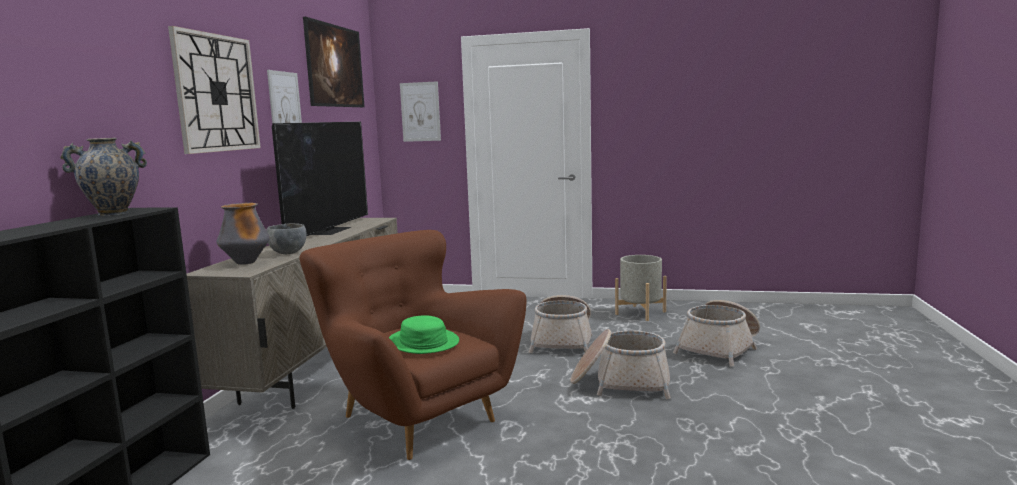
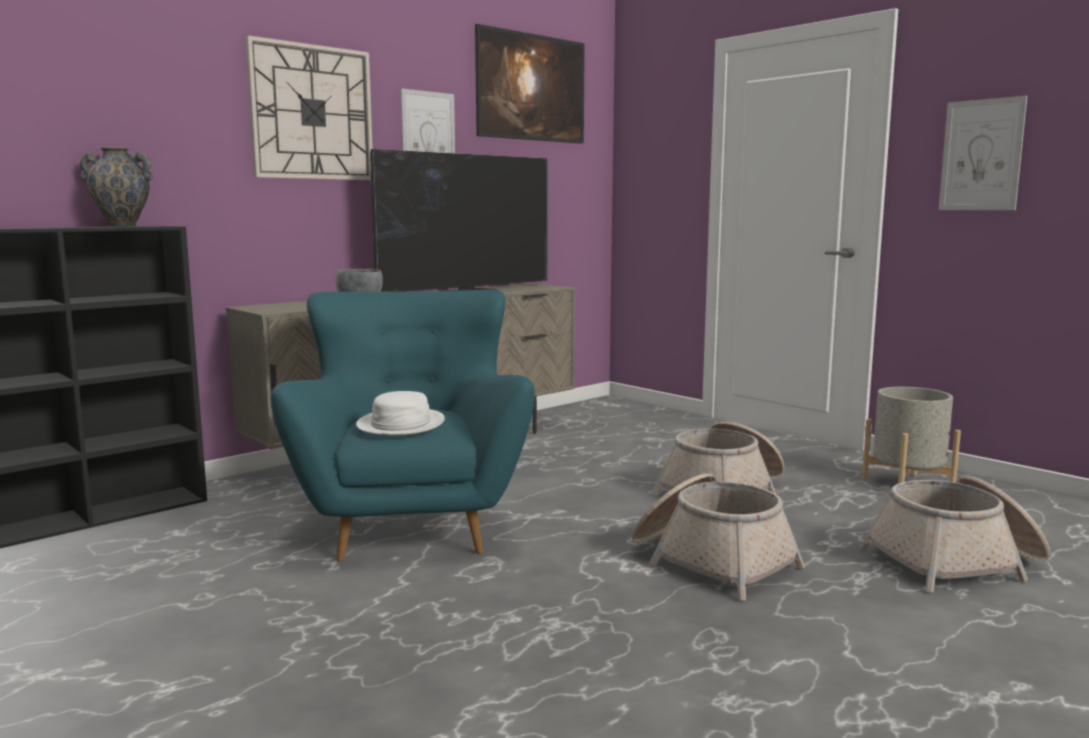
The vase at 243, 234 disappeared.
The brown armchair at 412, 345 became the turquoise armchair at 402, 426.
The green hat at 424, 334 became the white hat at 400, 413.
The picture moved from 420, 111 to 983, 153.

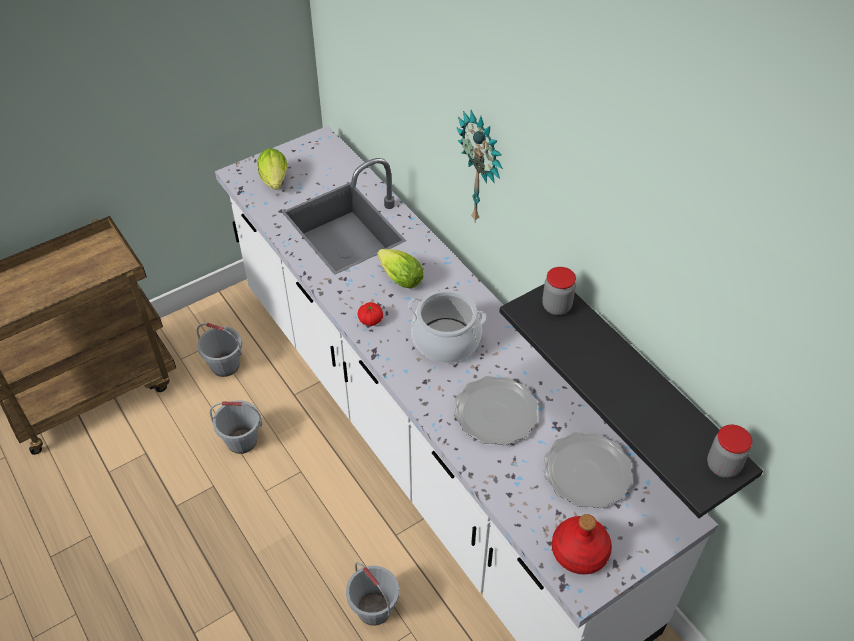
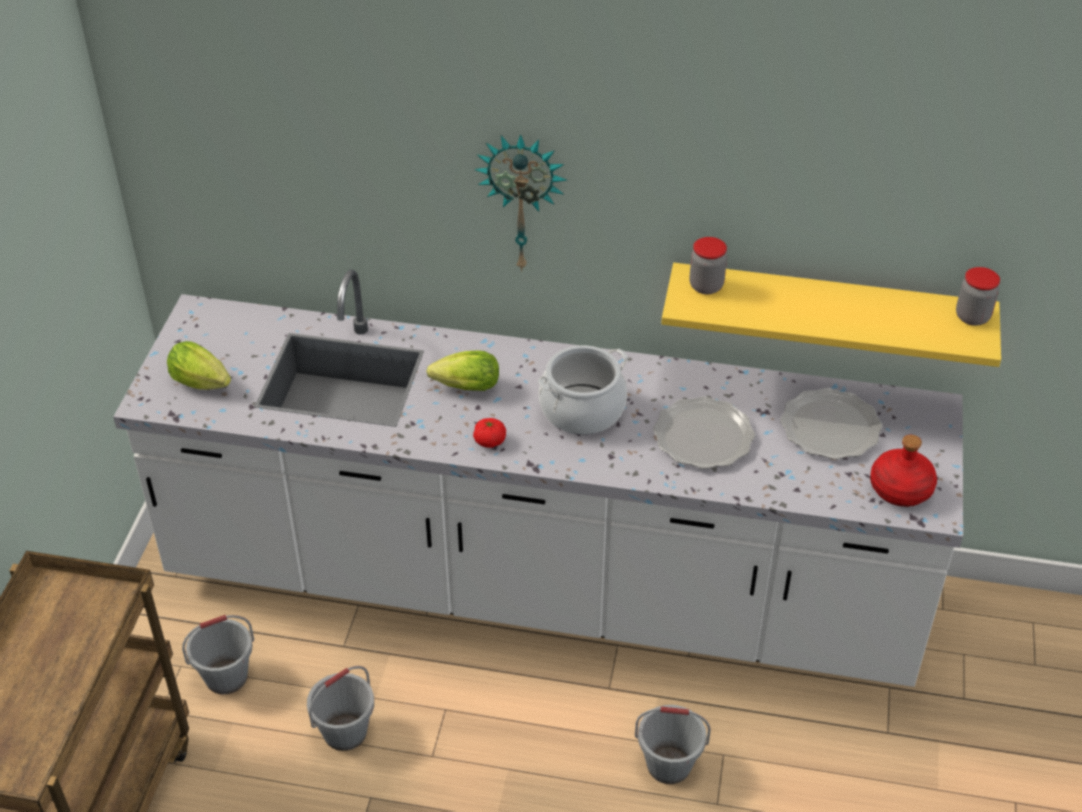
The black shelf at 631, 401 became the yellow shelf at 831, 315.

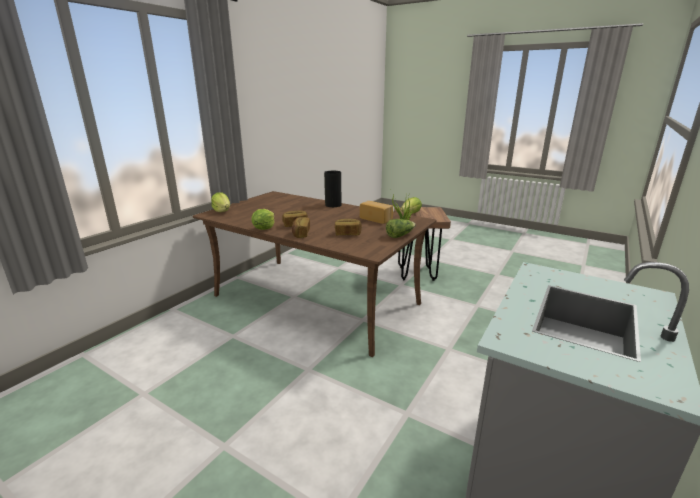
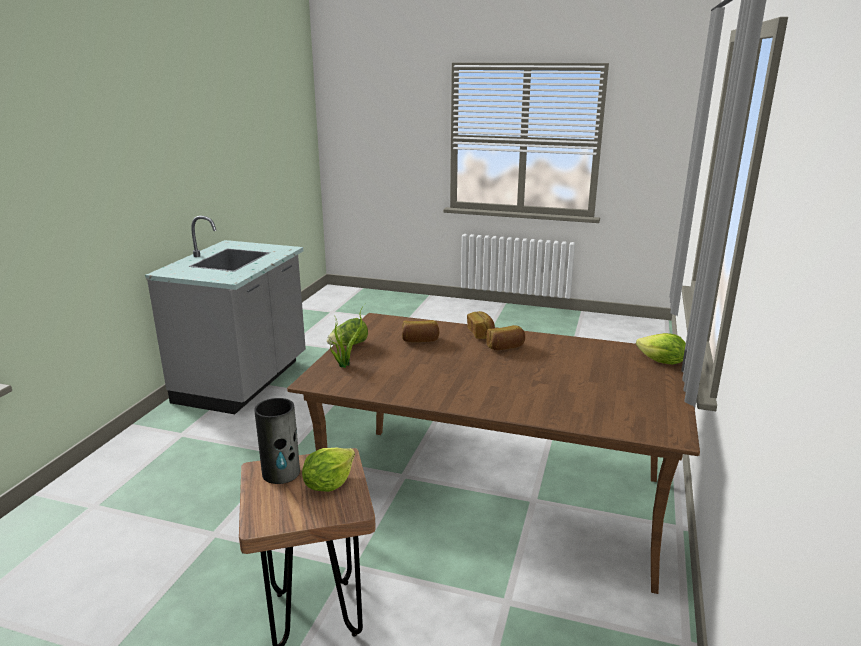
The lettuce at 262, 219 disappeared.
The vase moved from 332, 189 to 277, 441.
The bread at 376, 212 disappeared.

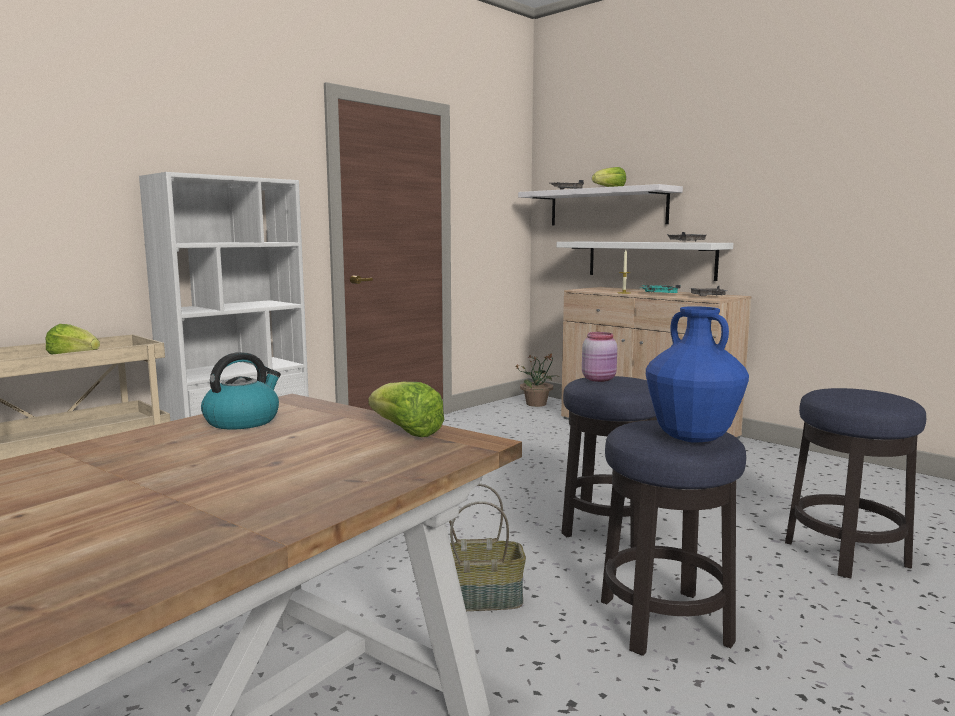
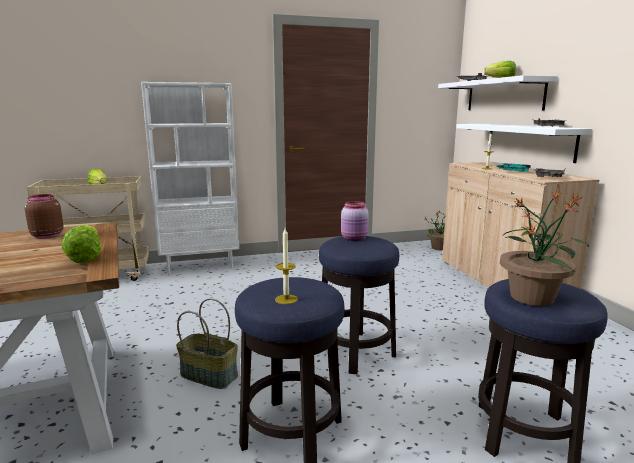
The kettle at 241, 390 was replaced by the brown jar at 44, 216.
The blue vase at 697, 374 was replaced by the candle at 286, 266.
The potted plant at 544, 248 appeared.

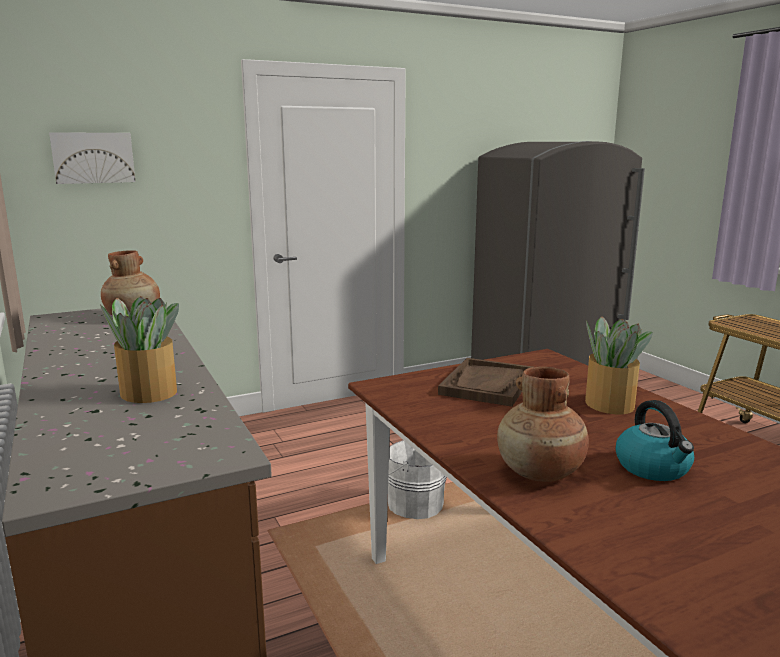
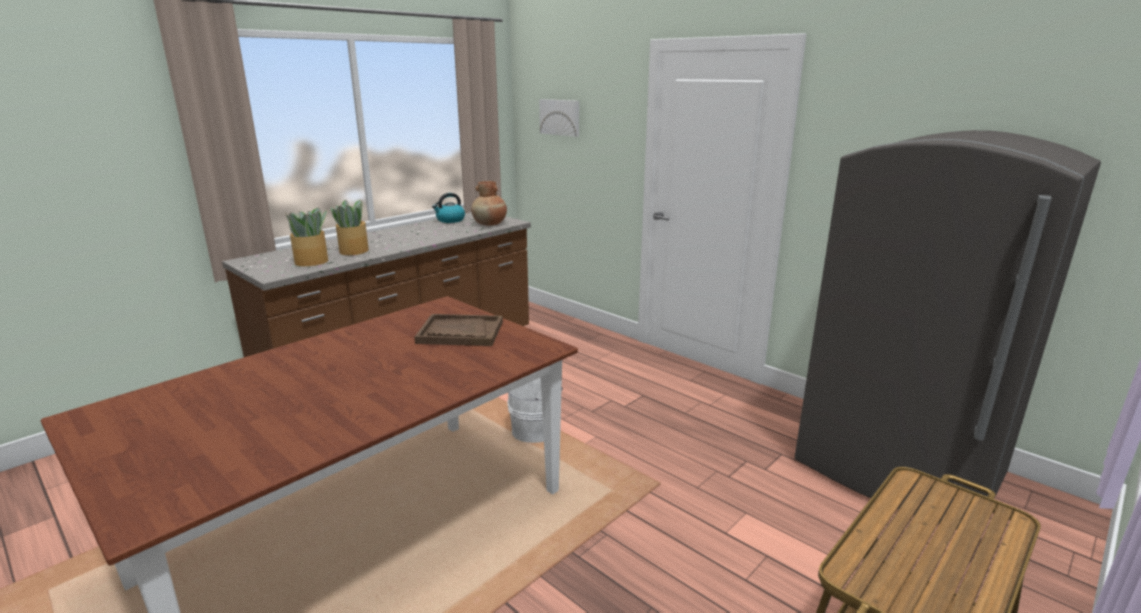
The brown vase at 543, 424 disappeared.
The potted plant moved from 619, 365 to 306, 236.
The kettle moved from 655, 440 to 448, 208.

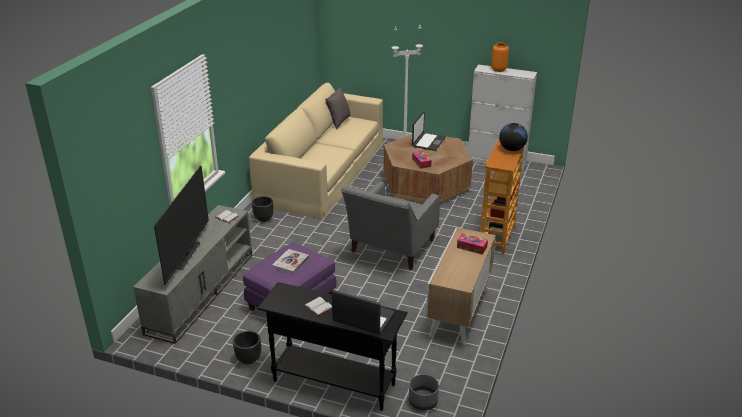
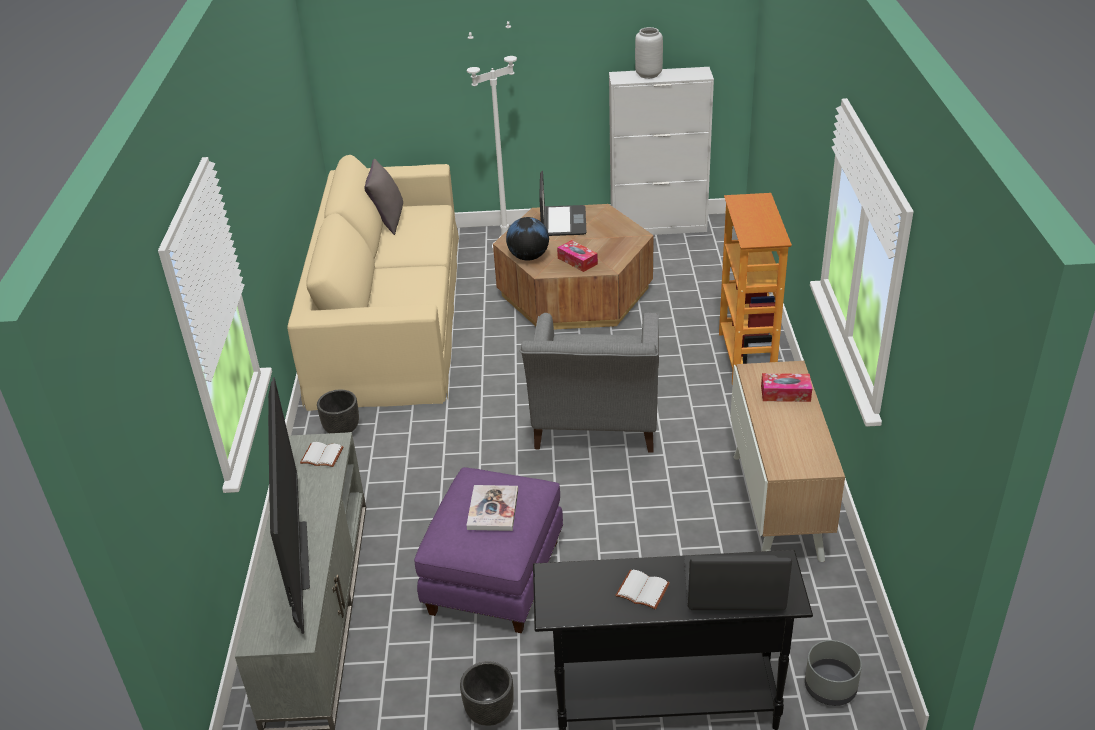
The orange vase at 500, 57 became the grey vase at 649, 53.
The globe moved from 513, 137 to 527, 239.

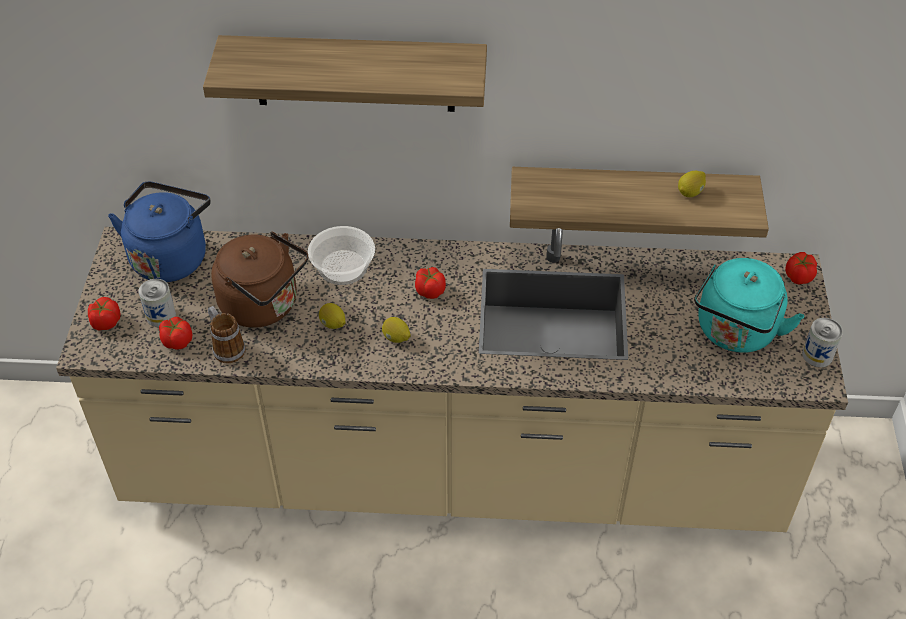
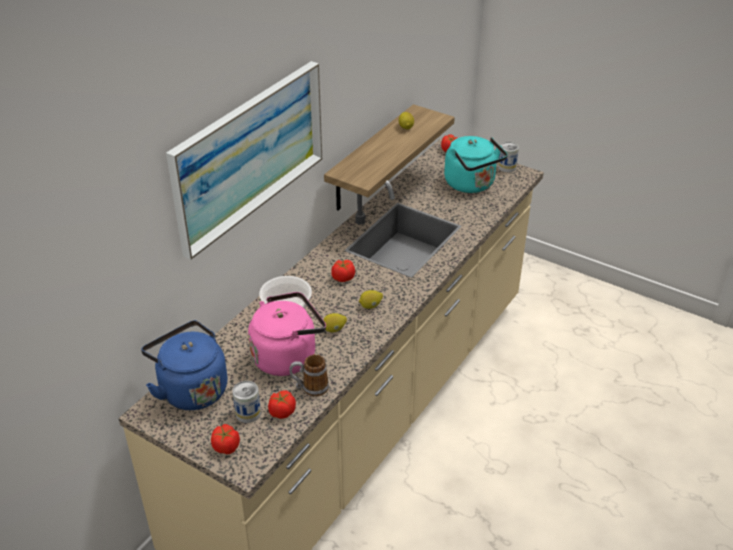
The shelf at 345, 73 was replaced by the picture at 244, 160.
The brown kettle at 259, 280 became the pink kettle at 287, 334.

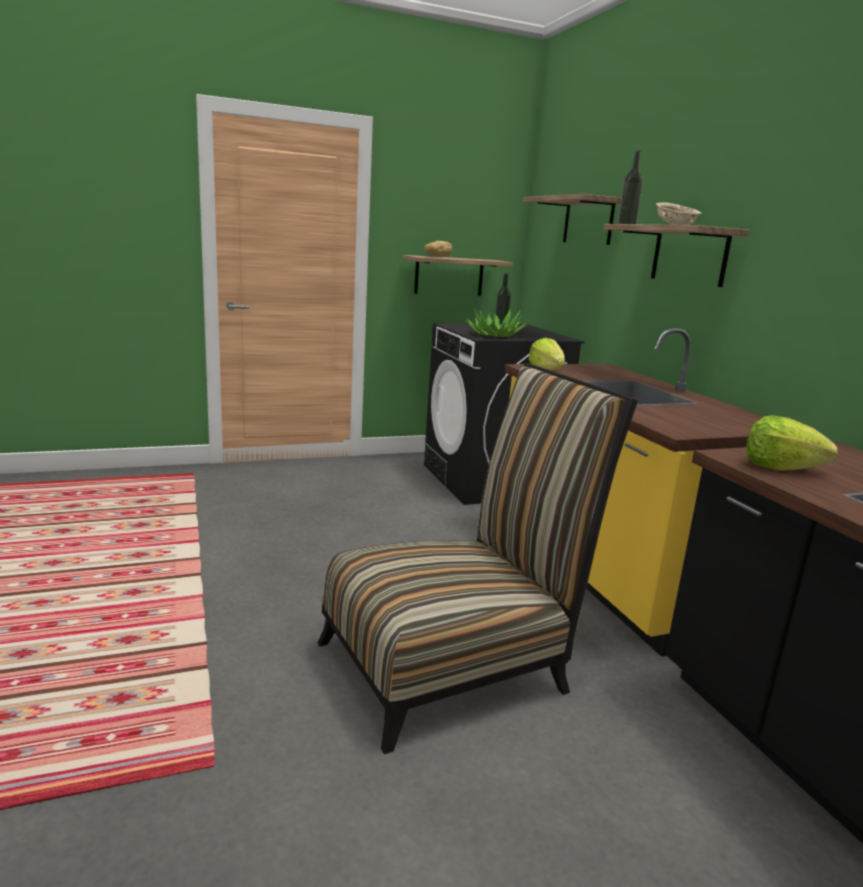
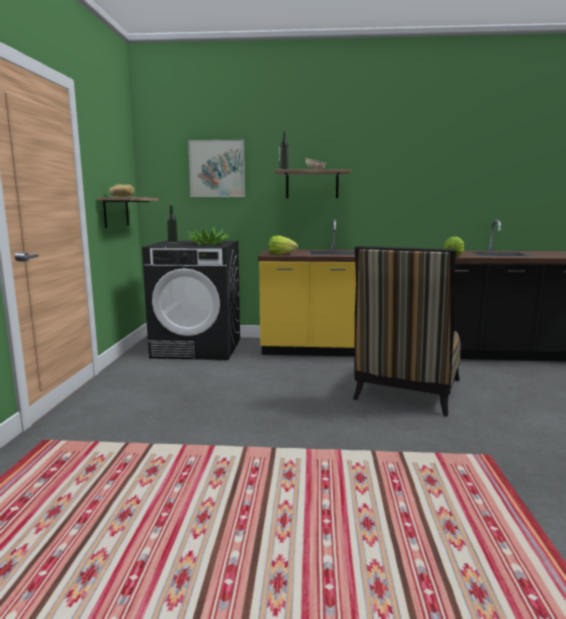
The chair at 478, 558 turned 150 degrees counterclockwise.
The shelf at 572, 219 was replaced by the picture at 216, 168.

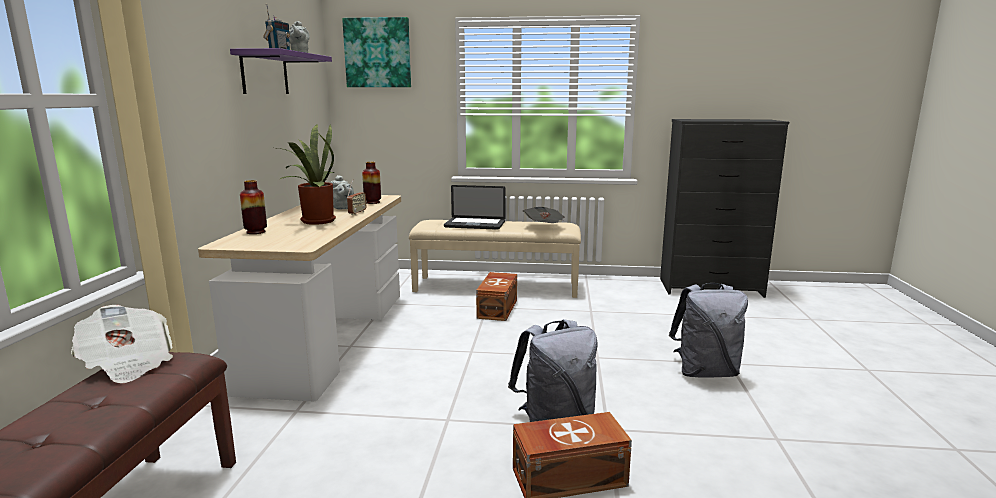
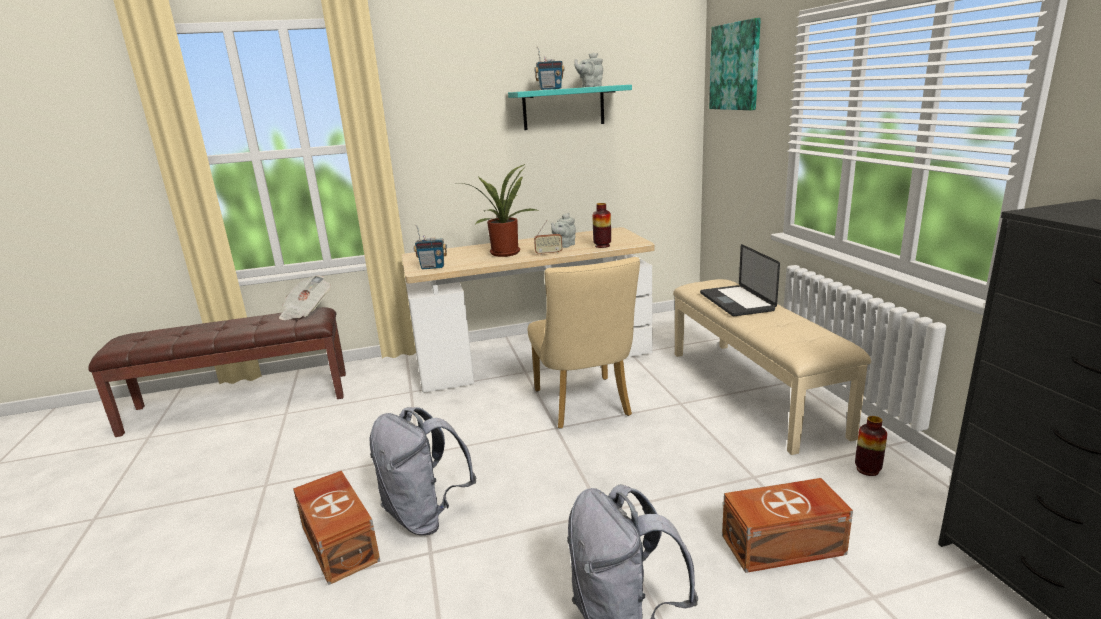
The purple shelf at 281, 71 became the turquoise shelf at 570, 107.
The vase moved from 253, 207 to 871, 446.
The brown storage box moved from 496, 296 to 787, 525.
The newspaper at 544, 215 disappeared.
The radio at 430, 247 appeared.
The beige chair at 584, 343 appeared.

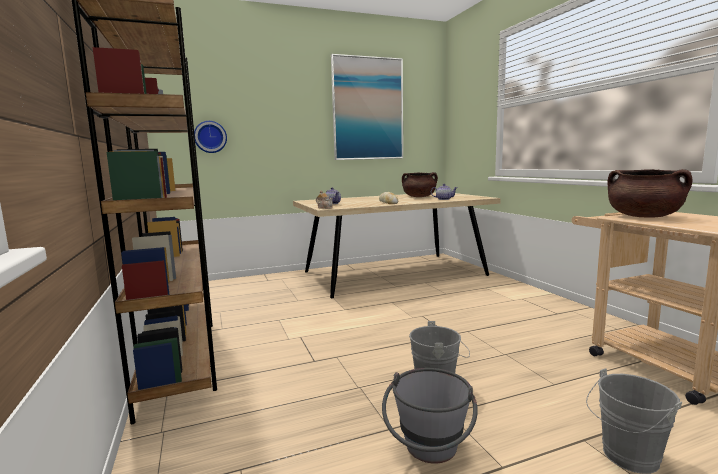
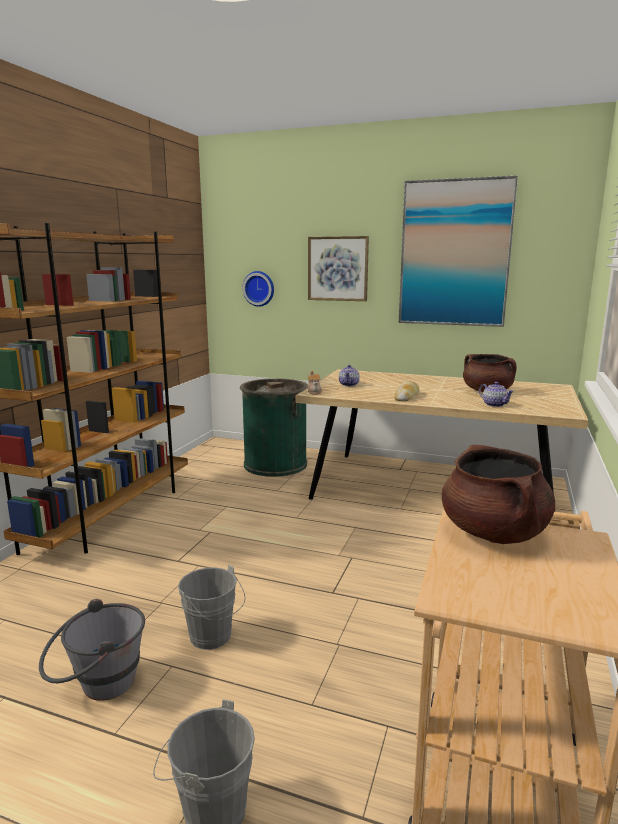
The green trash can at 274, 427 appeared.
The picture at 338, 268 appeared.

